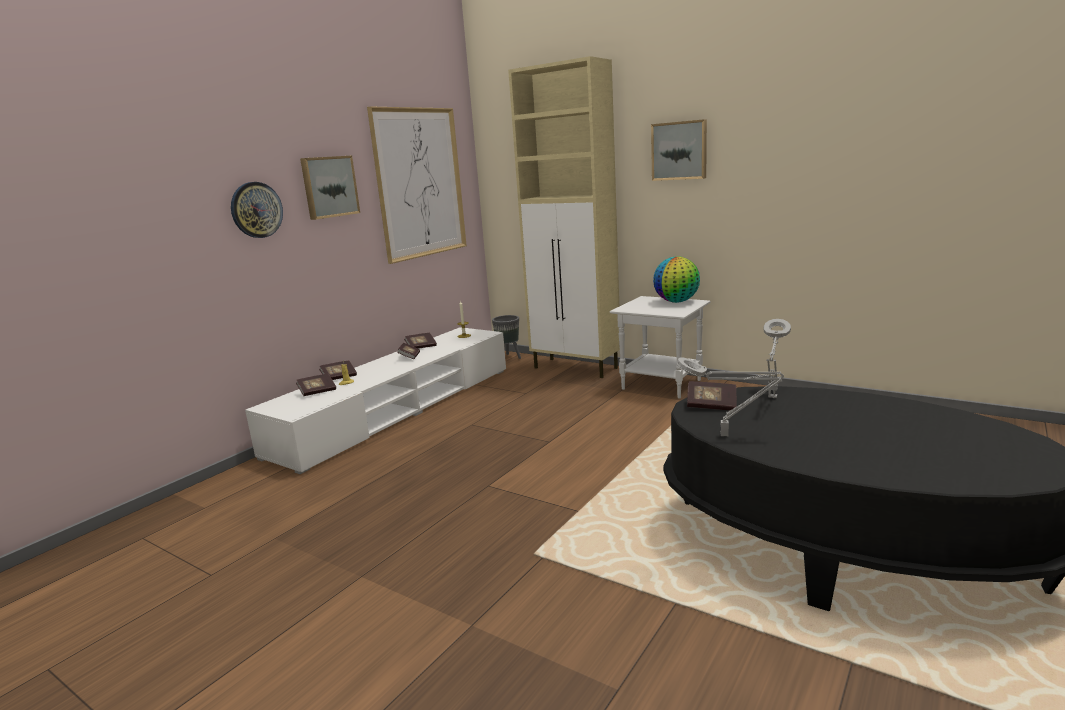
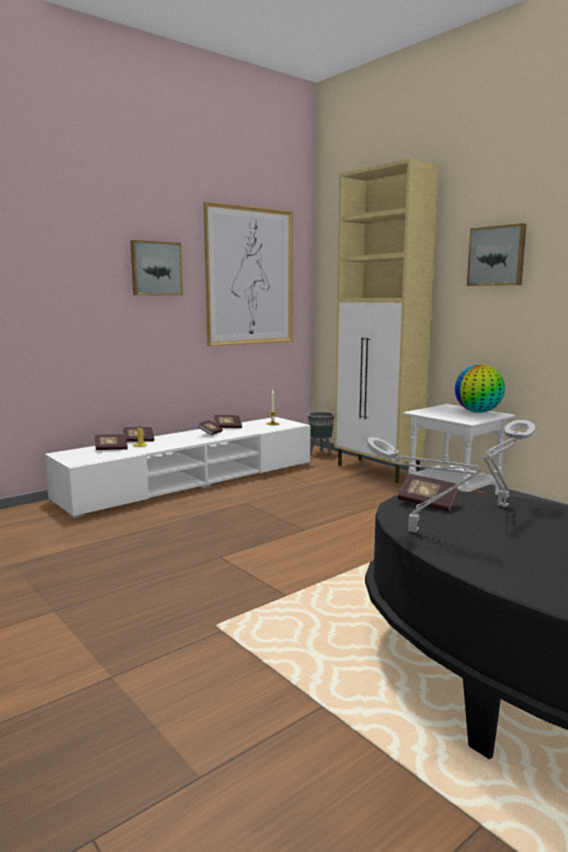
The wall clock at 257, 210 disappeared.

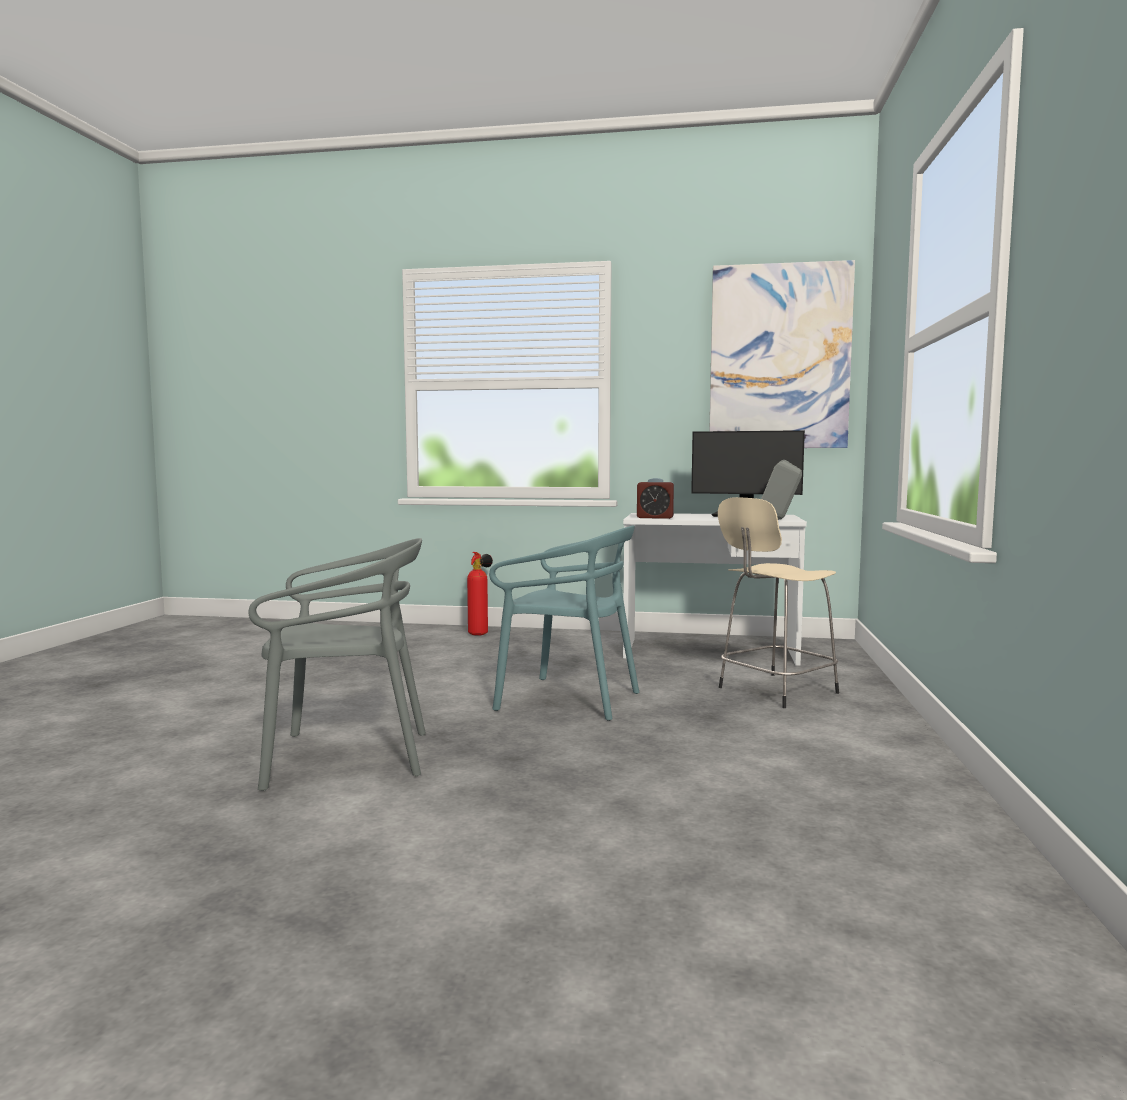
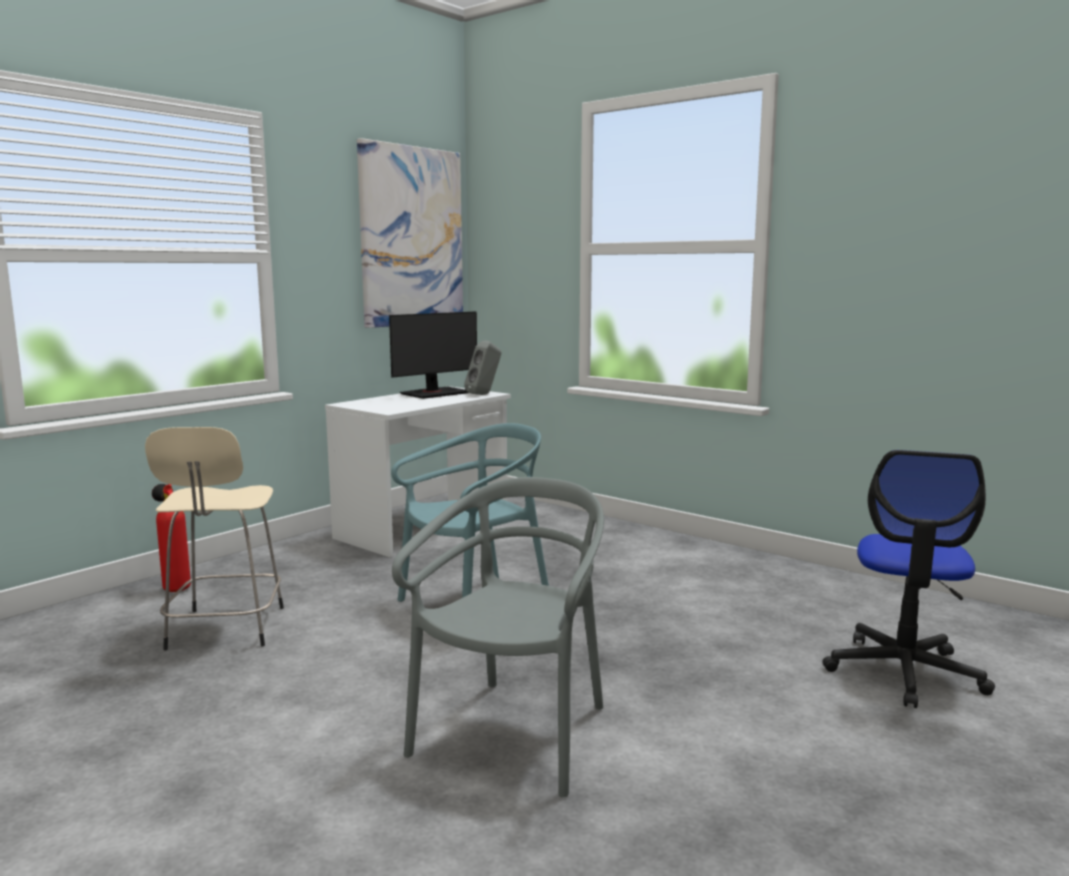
The alarm clock at 655, 498 disappeared.
The beige stool moved from 778, 602 to 214, 539.
The office chair at 908, 579 appeared.

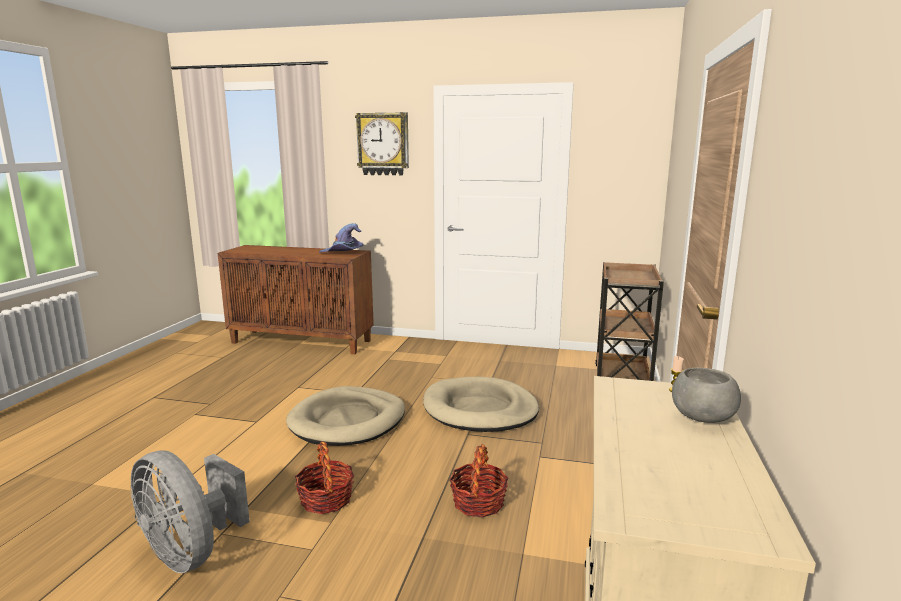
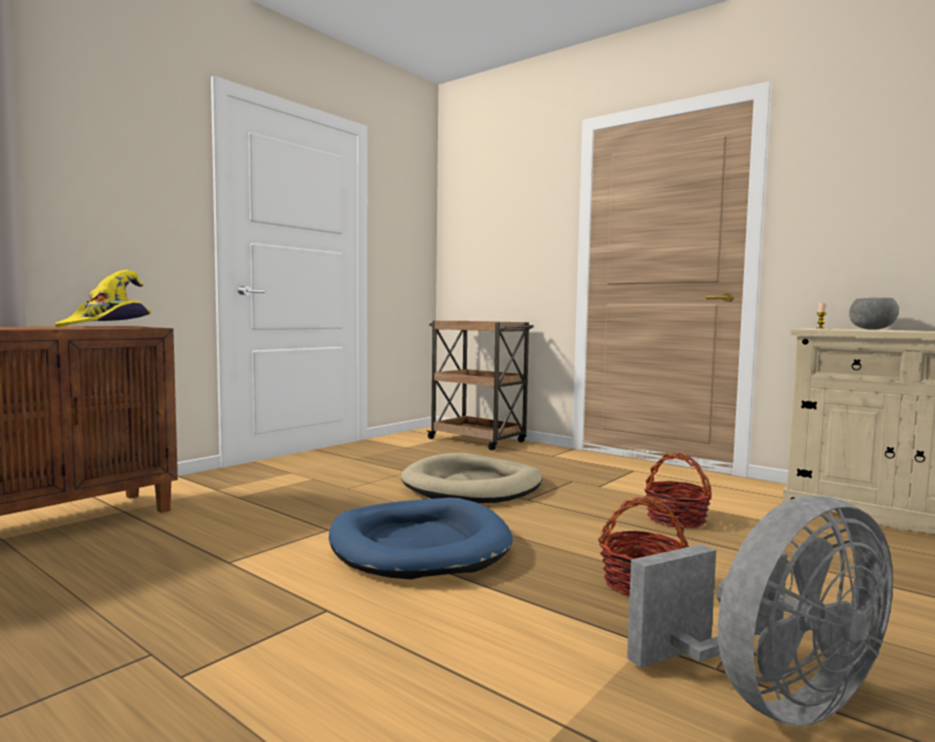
The beige dog bed at 345, 416 became the blue dog bed at 421, 538.
The purple hat at 341, 238 became the yellow hat at 103, 298.
The wall clock at 382, 144 disappeared.

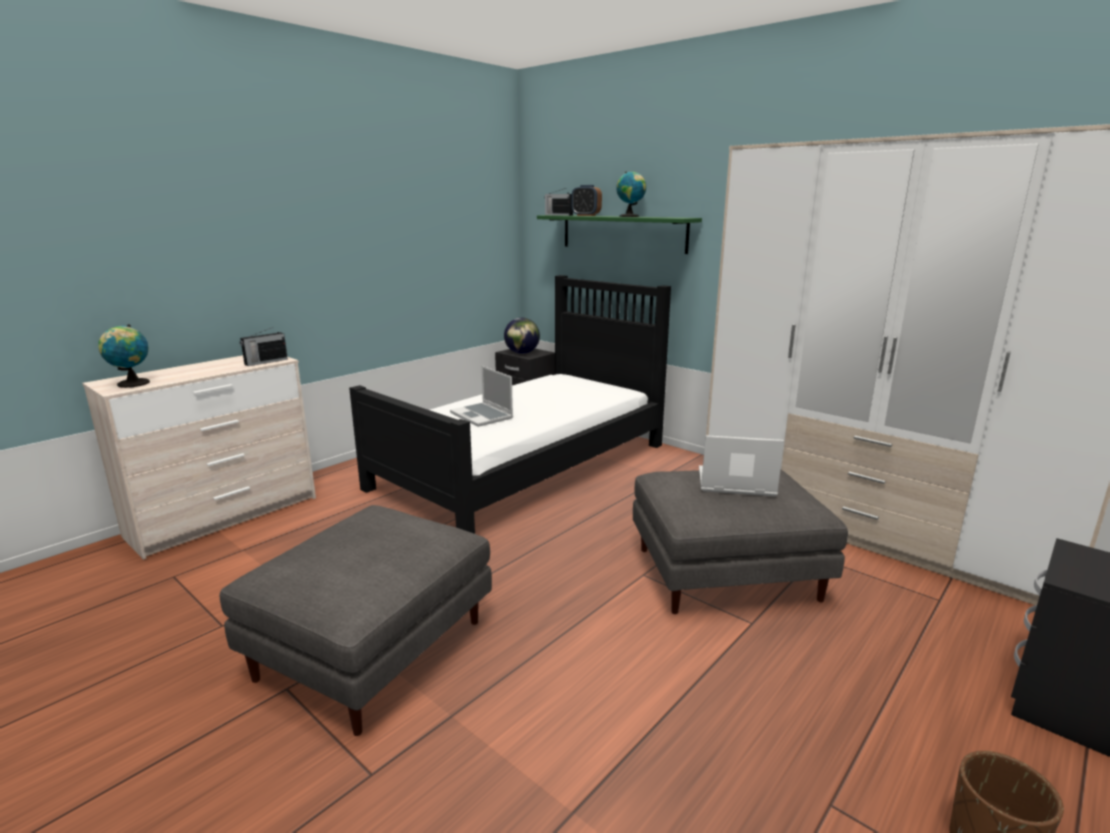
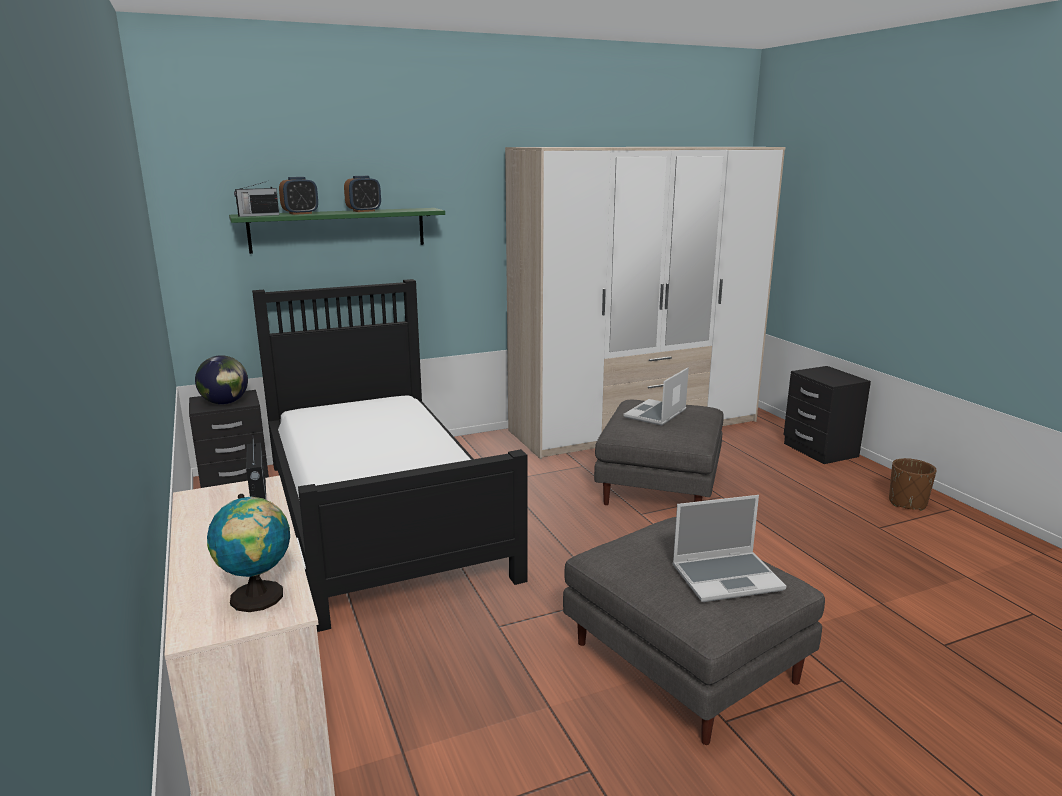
The laptop moved from 481, 396 to 729, 548.
The globe at 631, 194 was replaced by the alarm clock at 362, 194.

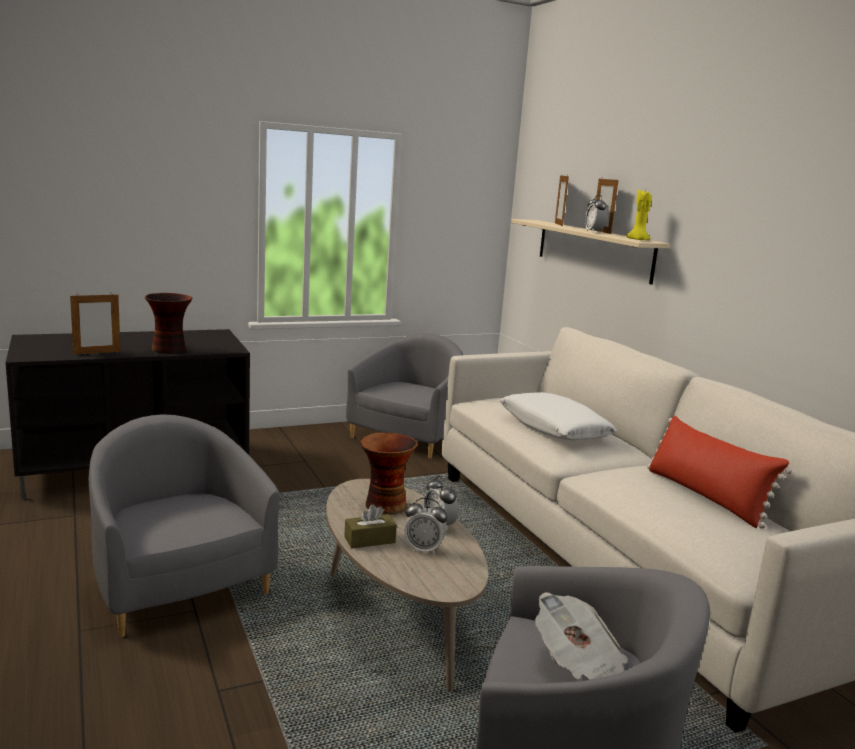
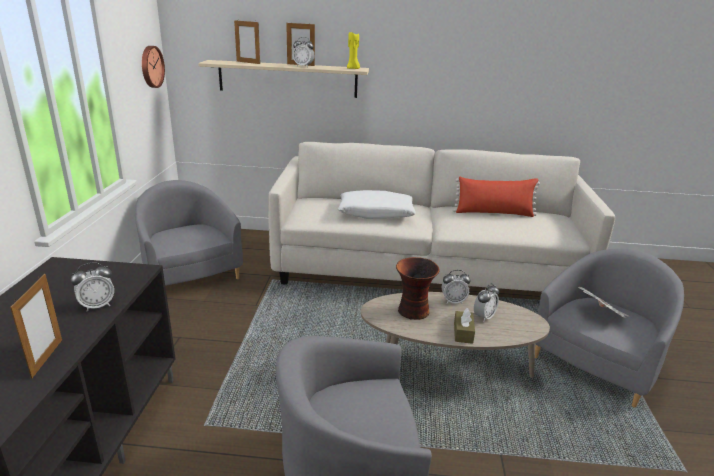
The vase at 169, 323 was replaced by the alarm clock at 92, 287.
The wall clock at 153, 67 appeared.

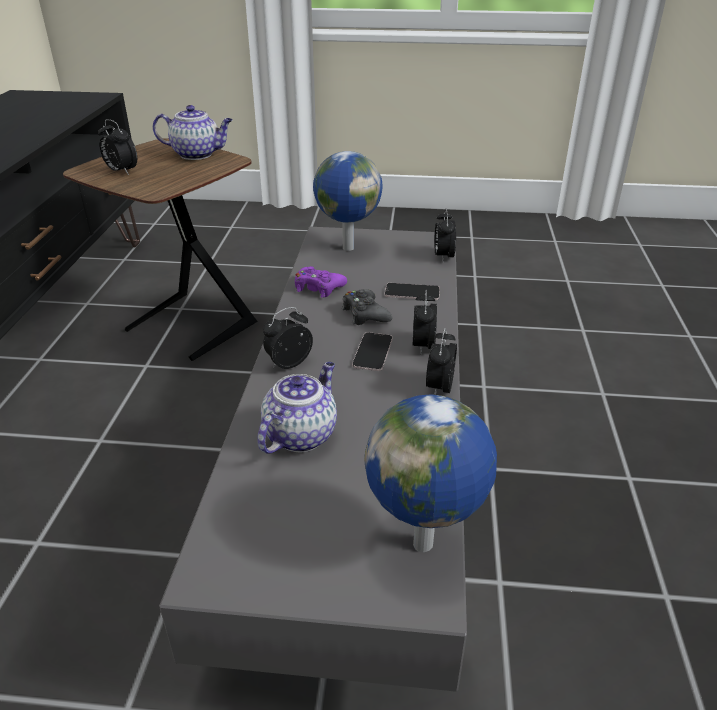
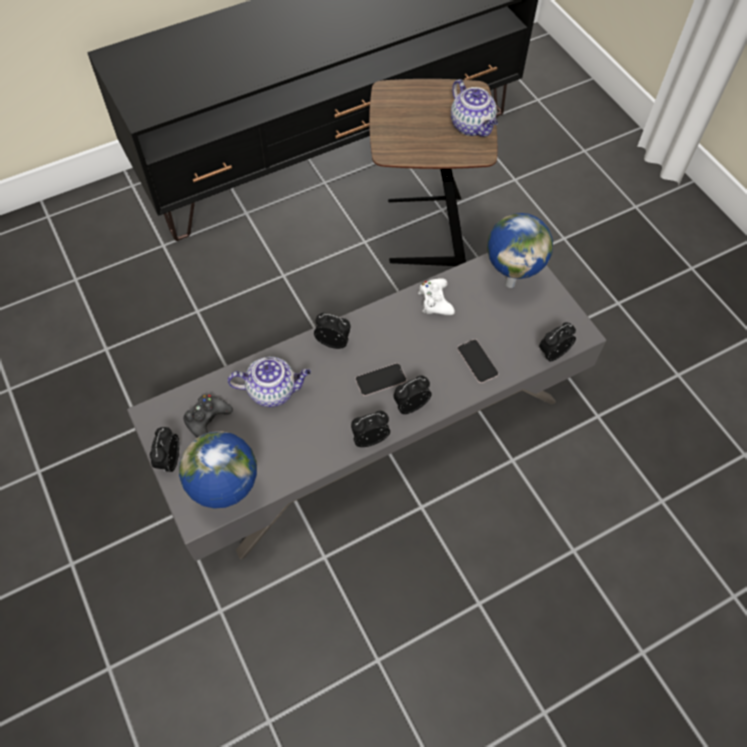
The alarm clock moved from 117, 147 to 164, 450.
The purple game controller at 321, 282 became the white game controller at 436, 296.
The black game controller moved from 367, 307 to 208, 416.

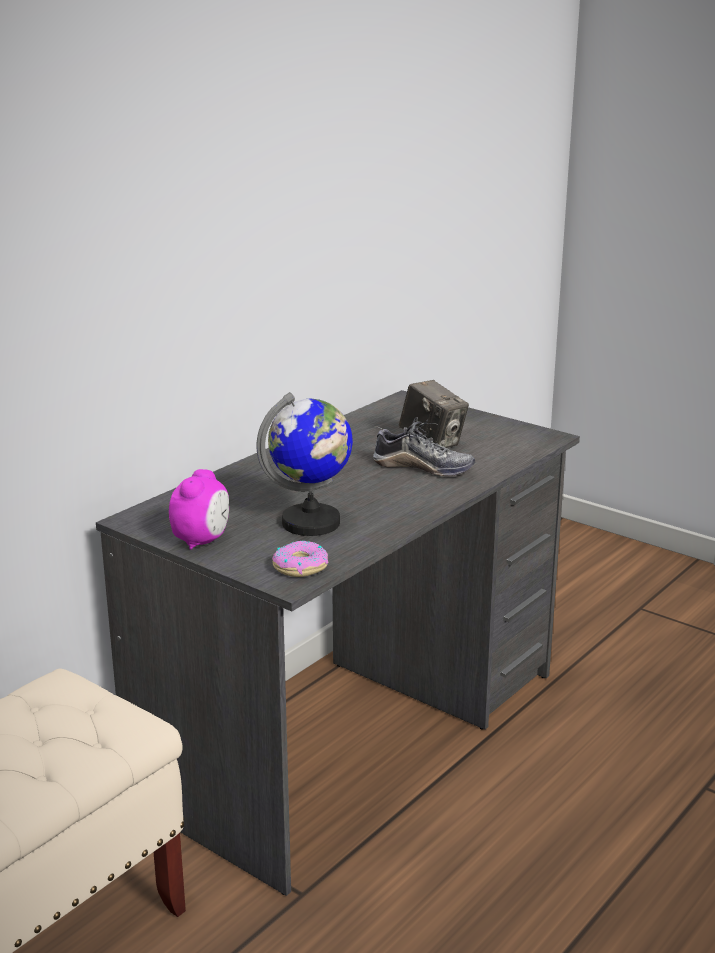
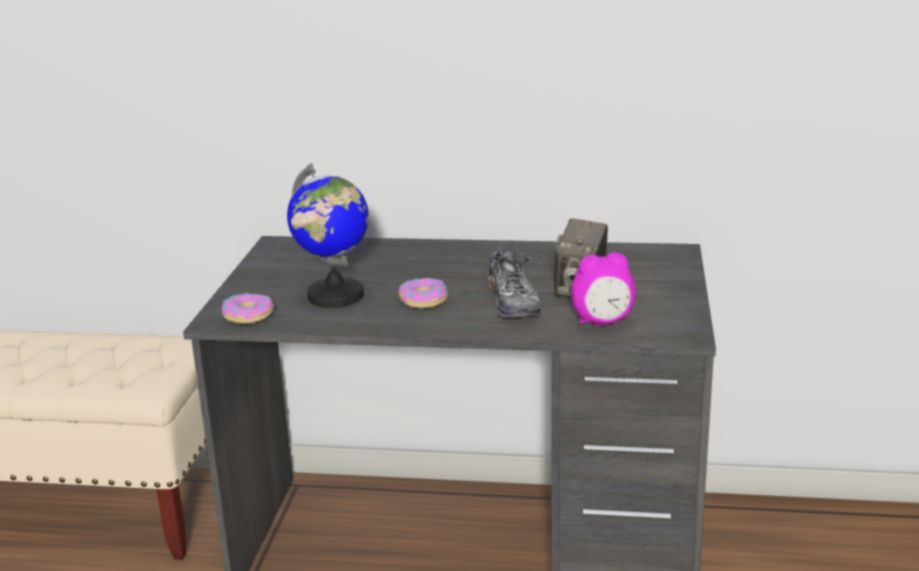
The alarm clock moved from 199, 509 to 603, 288.
The donut at 423, 293 appeared.

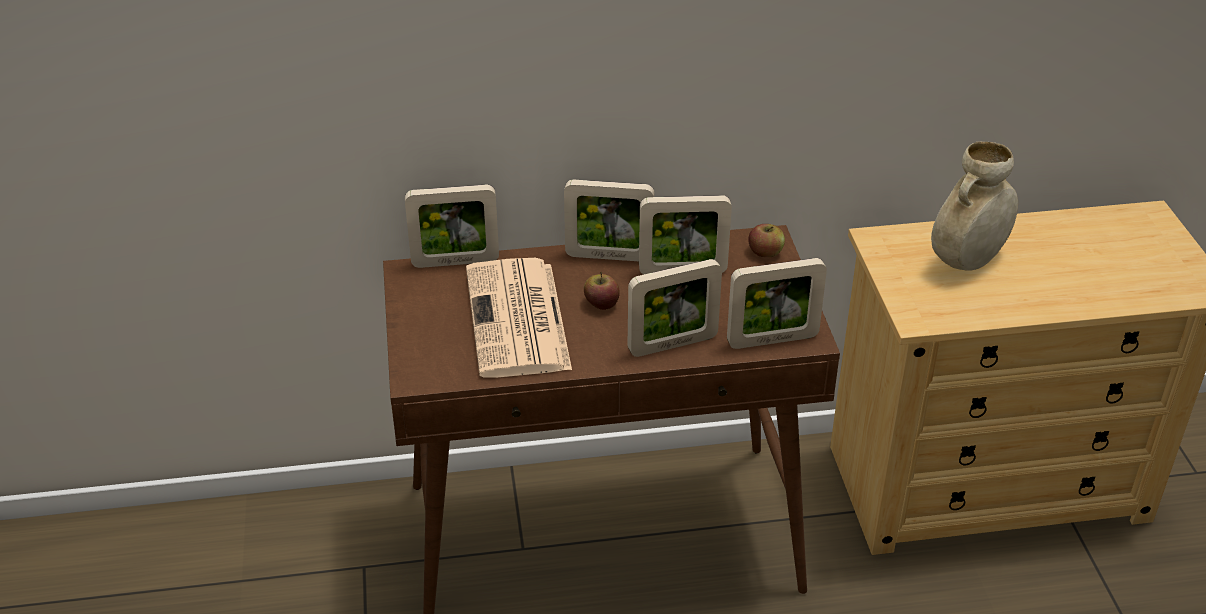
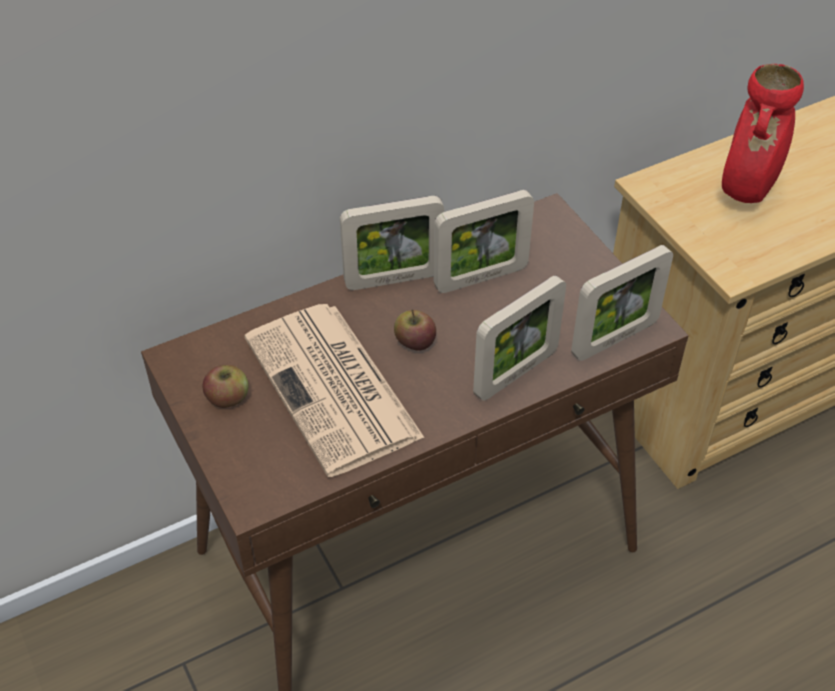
The picture frame at 452, 226 disappeared.
The apple moved from 766, 240 to 225, 386.
The beige vase at 974, 205 became the red vase at 763, 133.

